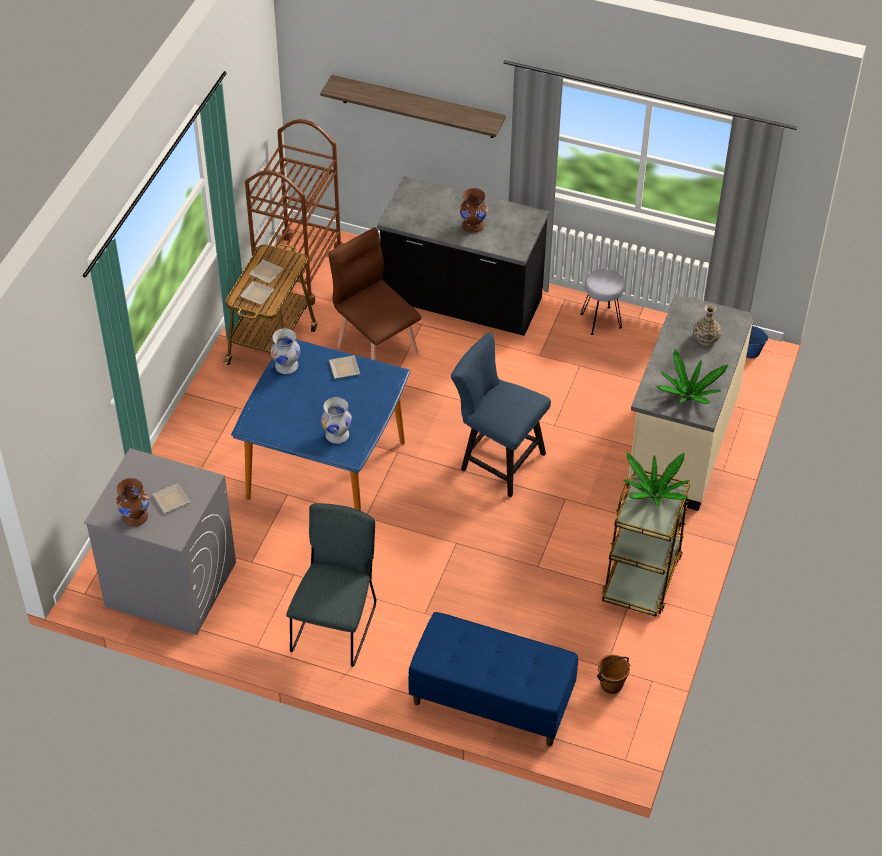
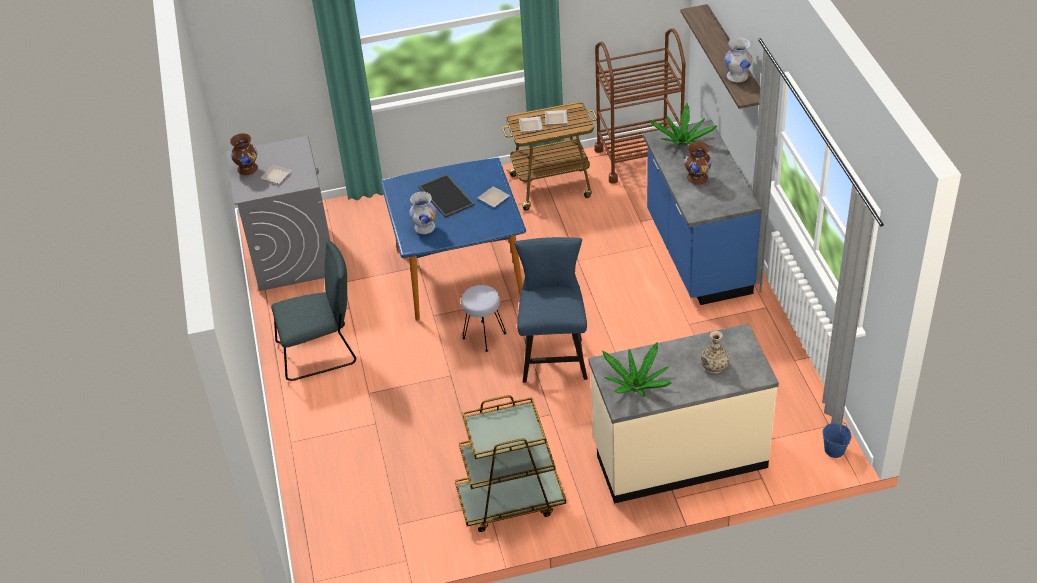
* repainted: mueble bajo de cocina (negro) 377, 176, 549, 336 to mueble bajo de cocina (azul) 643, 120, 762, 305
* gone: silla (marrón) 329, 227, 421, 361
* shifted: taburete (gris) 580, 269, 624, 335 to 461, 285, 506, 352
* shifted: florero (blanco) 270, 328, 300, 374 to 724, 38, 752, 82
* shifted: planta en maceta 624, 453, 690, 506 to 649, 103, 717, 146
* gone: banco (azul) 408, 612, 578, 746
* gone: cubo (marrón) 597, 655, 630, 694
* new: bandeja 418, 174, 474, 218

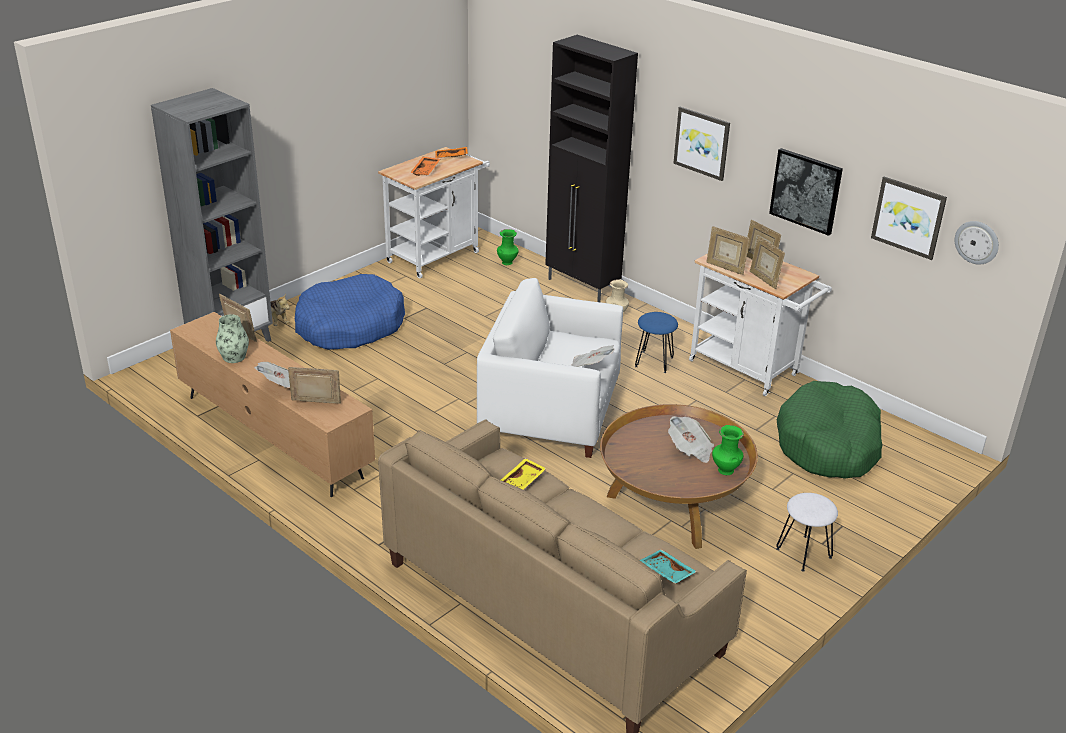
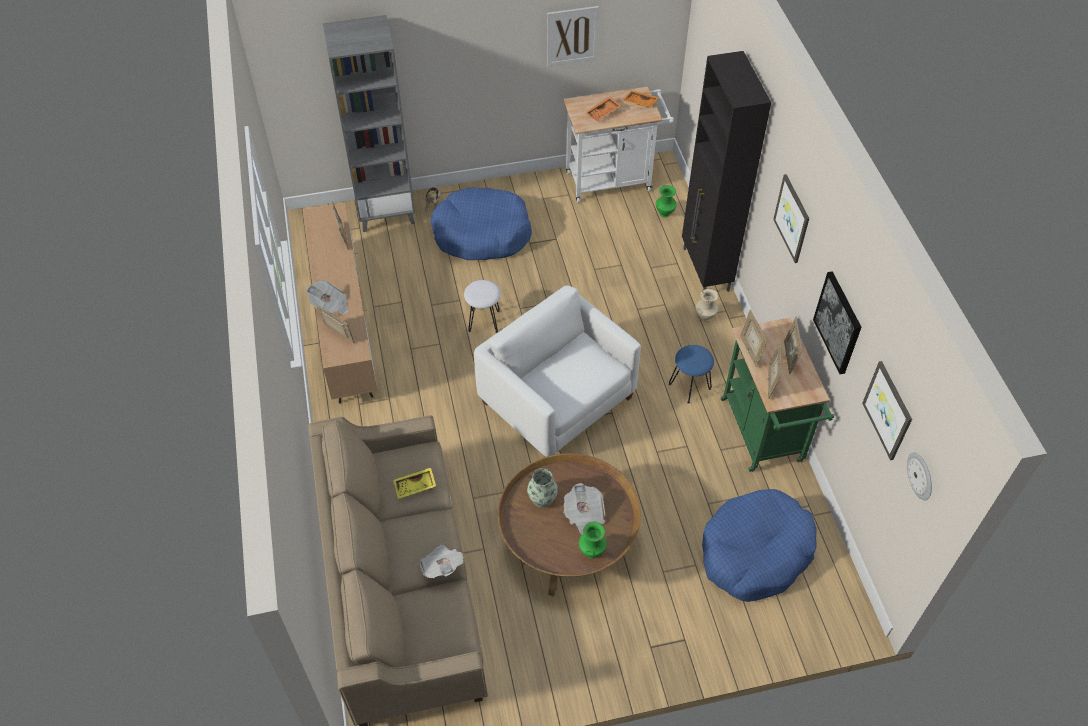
* repainted: carrito (blanco) 689, 253, 832, 396 to carrito (verde) 721, 318, 834, 472
* shifted: florero 216, 314, 249, 363 to 527, 468, 558, 508
* shifted: periódico 571, 345, 615, 367 to 420, 545, 463, 578
* repainted: cama para perro (verde) 777, 381, 882, 479 to cama para perro (azul) 702, 489, 817, 602
* shifted: taburete (blanco) 776, 493, 838, 572 to 464, 280, 501, 333
* gone: bandeja (turquesa) 640, 549, 697, 584
* new: cuadro 547, 6, 599, 67

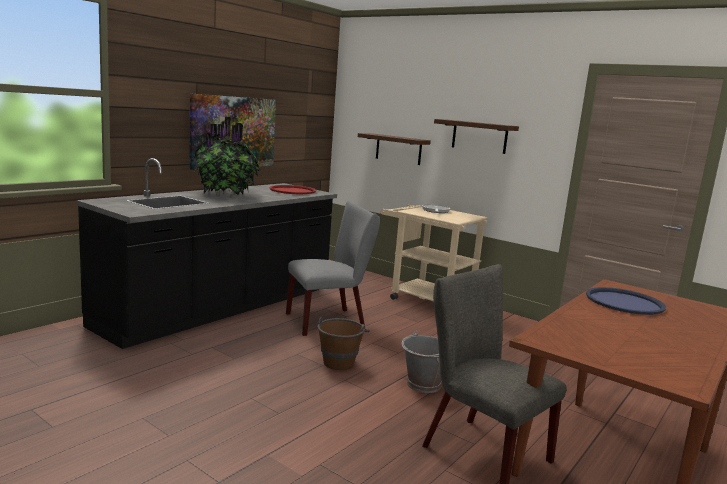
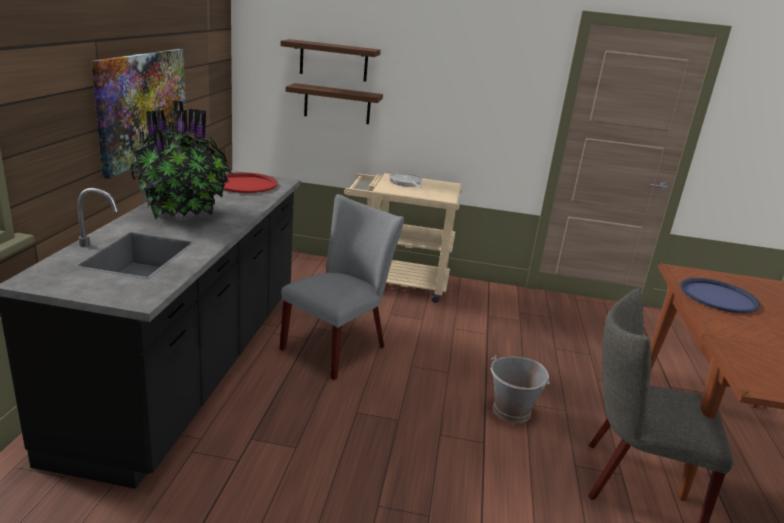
* shifted: estante 434, 119, 519, 154 to 280, 39, 381, 82
* gone: cubo (marrón) 318, 317, 370, 370

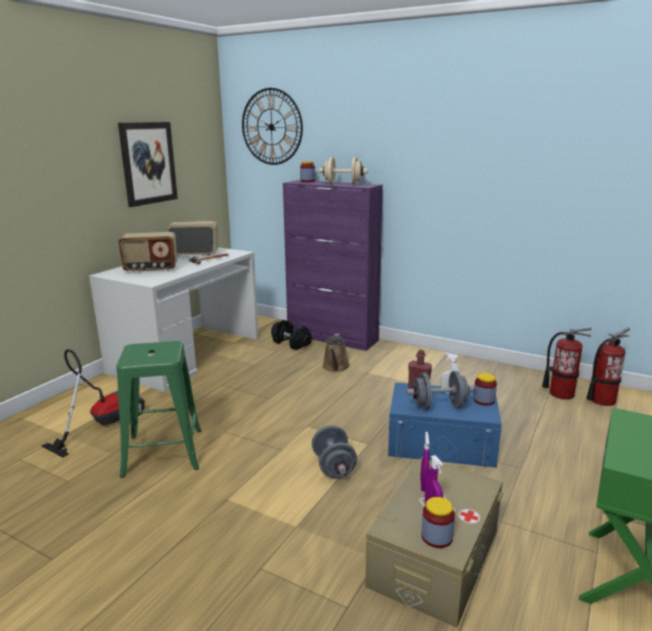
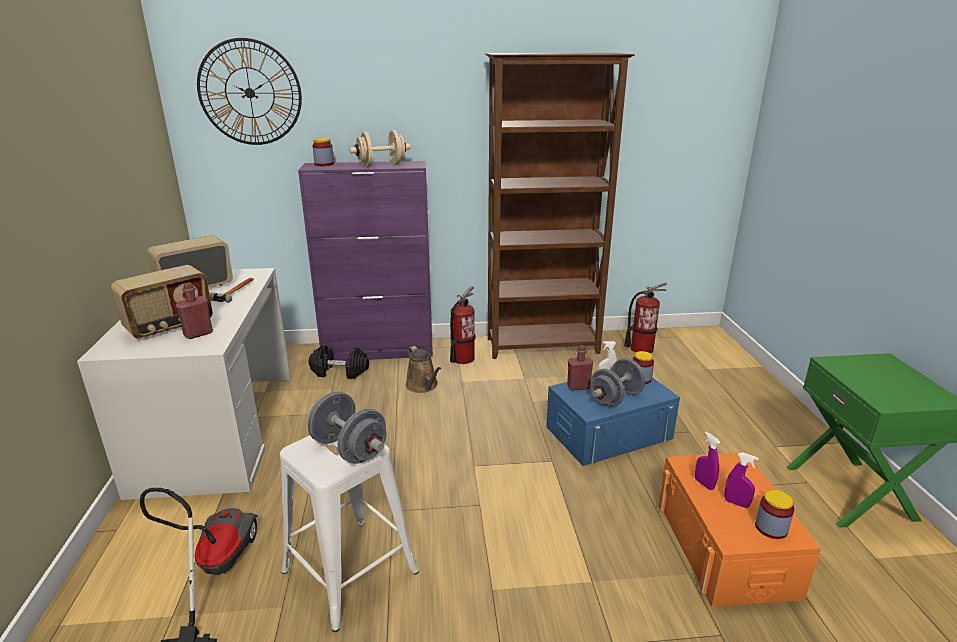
* gone: cuadro 118, 122, 178, 207
* shifted: extintor 586, 327, 630, 406 to 450, 286, 475, 364
* repainted: taburete (verde) 116, 341, 201, 478 to taburete (blanco) 280, 435, 419, 632
* shifted: mancuerna (gris) 312, 425, 357, 478 to 308, 391, 386, 464
* repainted: caja de almacenaje (beis) 365, 457, 504, 628 to caja de almacenaje (naranja) 659, 453, 821, 607
* new: estantería (marrón) 485, 53, 635, 359
* new: botella (rojo) 176, 282, 213, 339

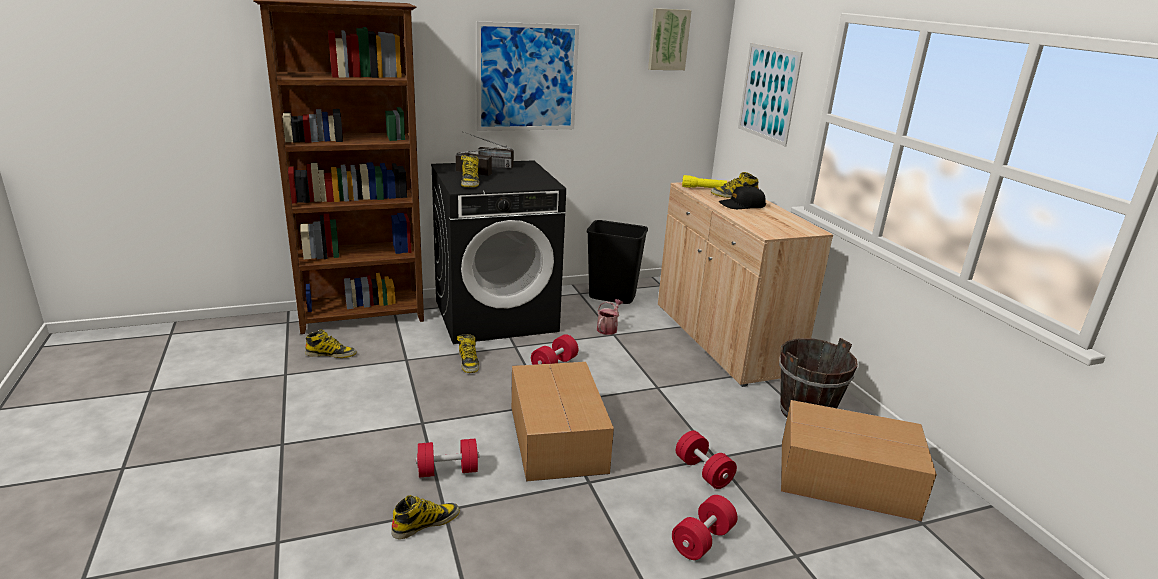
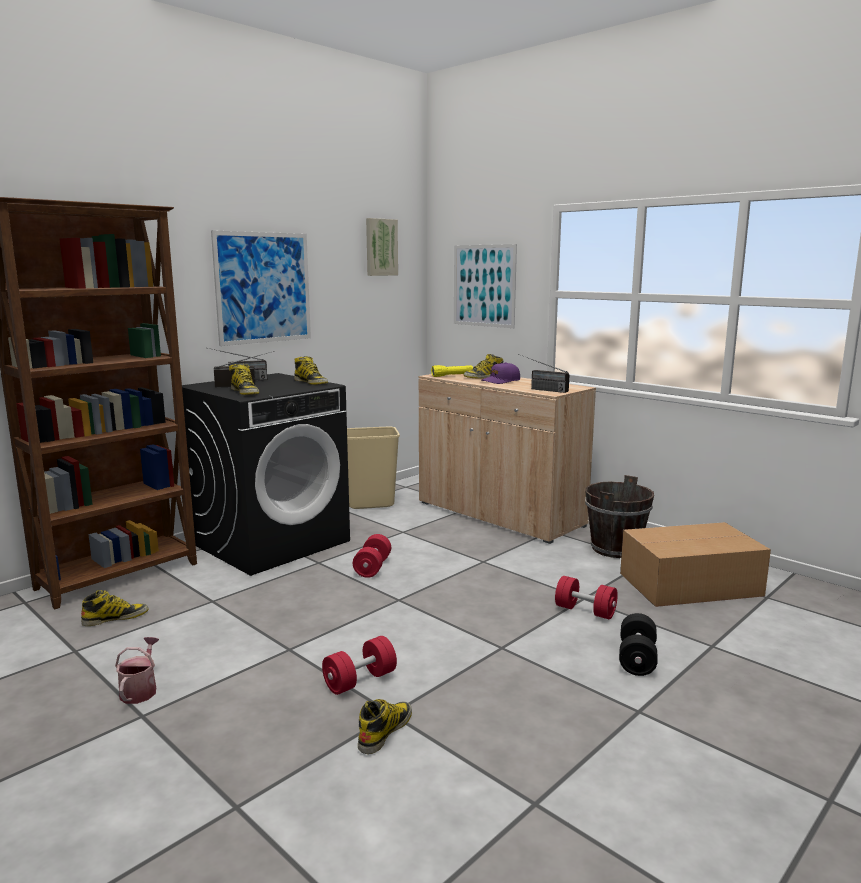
* repainted: gorra (negro) 719, 186, 766, 209 to gorra (morado) 481, 362, 520, 384
* repainted: papelera (negro) 587, 220, 648, 304 to papelera (beis) 347, 427, 400, 509
* shifted: regadera 597, 299, 623, 335 to 115, 637, 159, 704
* shifted: bota 457, 334, 479, 373 to 294, 356, 328, 385
* gone: caja de cartón 511, 362, 614, 482
* repainted: mancuerna (rojo) 672, 495, 738, 560 to mancuerna (negro) 619, 613, 658, 676
* new: radio 518, 354, 570, 393

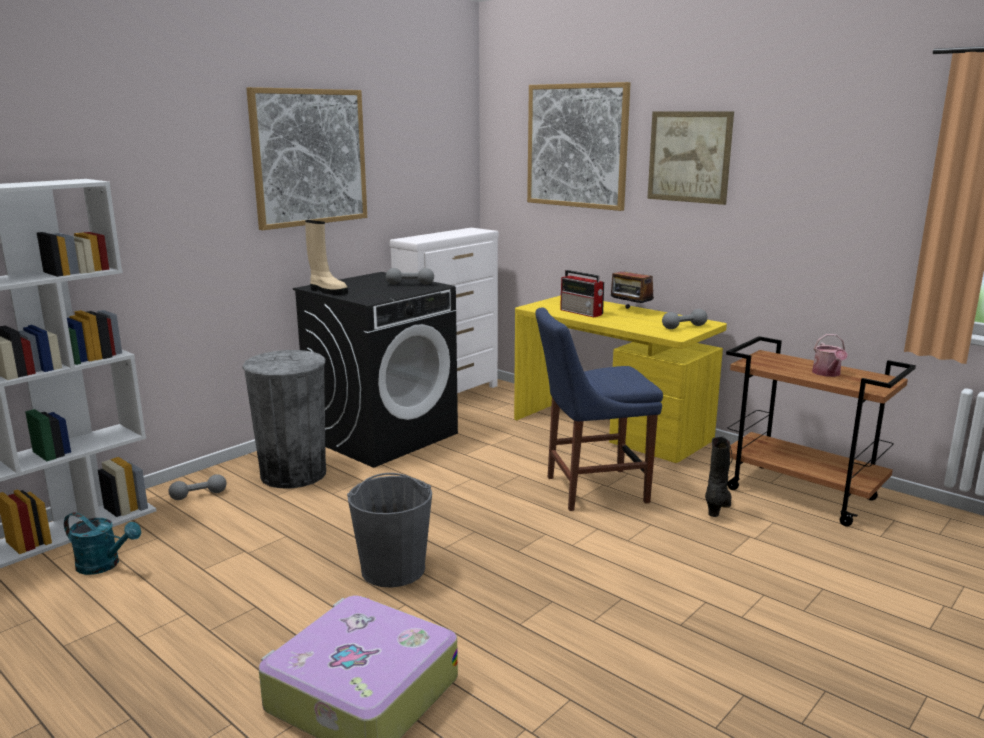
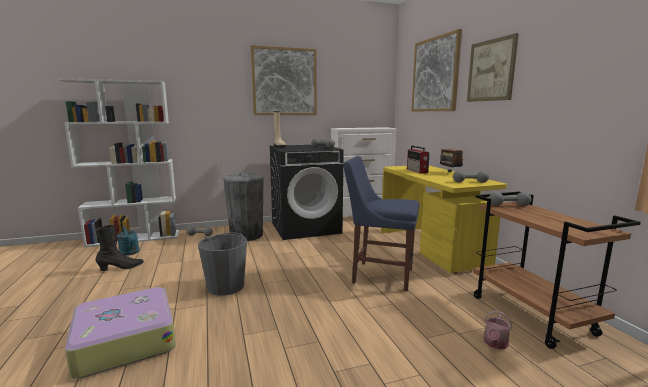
* shifted: regadera 812, 334, 848, 377 to 484, 310, 512, 349
* shifted: bota (negro) 705, 436, 732, 517 to 96, 225, 144, 271
* new: mancuerna (gris) 489, 192, 532, 206

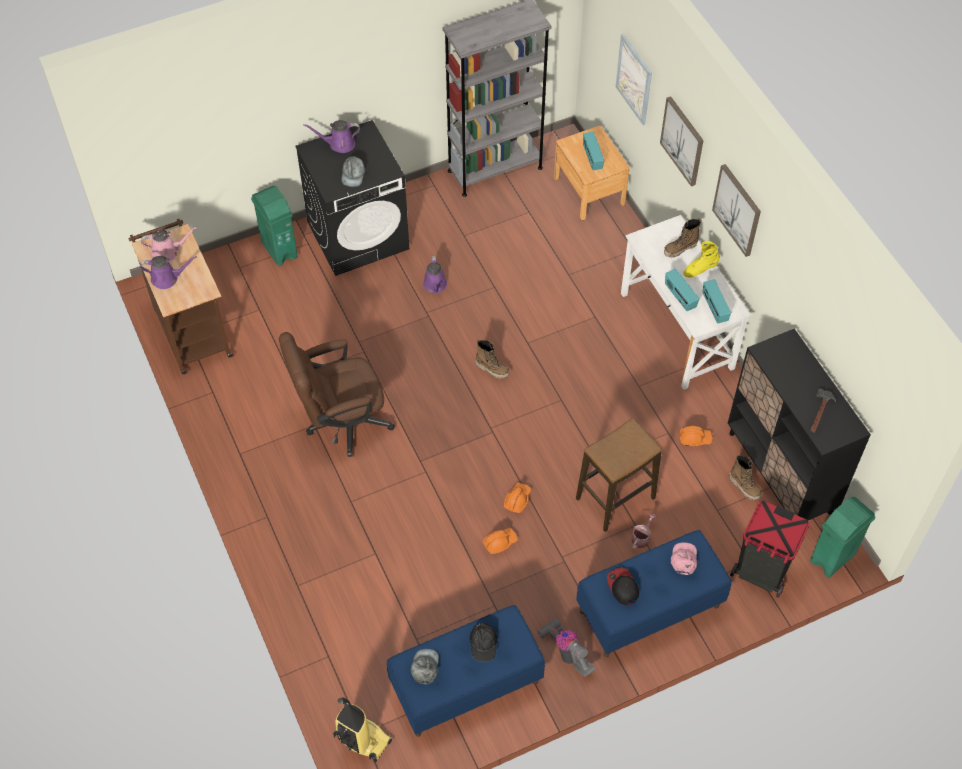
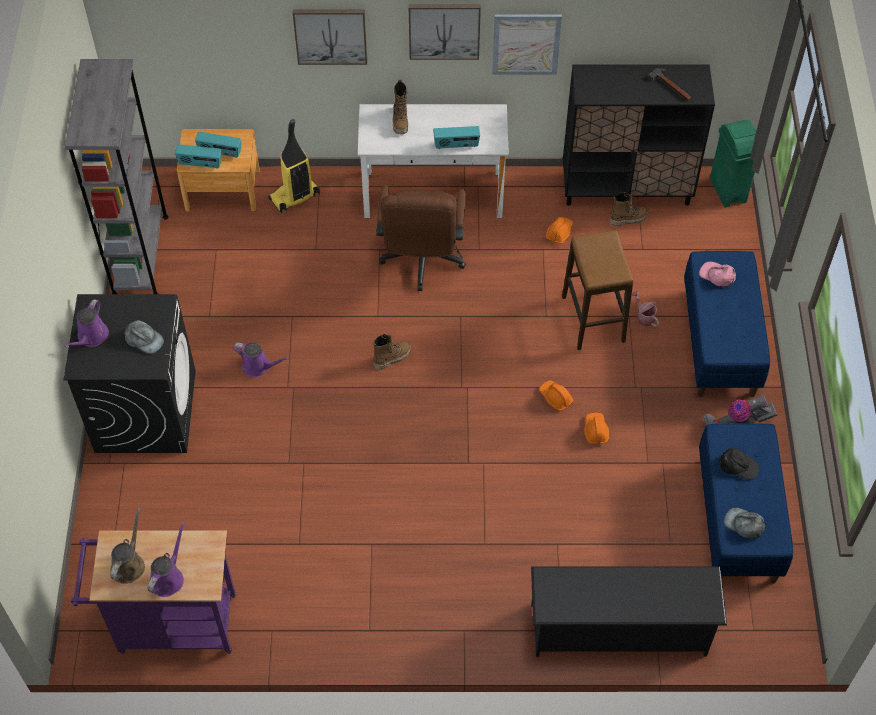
* shifted: cuadro 616, 34, 652, 125 to 492, 15, 562, 75
* gone: papelera (verde) 251, 186, 298, 266
* repainted: carrito (marrón) 129, 219, 234, 375 to carrito (morado) 71, 530, 236, 654
* repainted: regadera (rosa) 141, 227, 198, 262 to regadera (marrón) 111, 507, 145, 584
* gone: bota (amarillo) 683, 241, 720, 277
* shifted: radio 702, 279, 731, 323 to 175, 144, 222, 169
* shifted: silla de oficina (marrón) 279, 332, 395, 457 to 376, 185, 466, 291
* gone: papelera (negro) 730, 501, 810, 598
* gone: gorra 607, 568, 639, 605
* shifted: aspiradora 333, 697, 392, 762 to 268, 119, 320, 213
* new: zapatero (negro) 531, 566, 727, 657

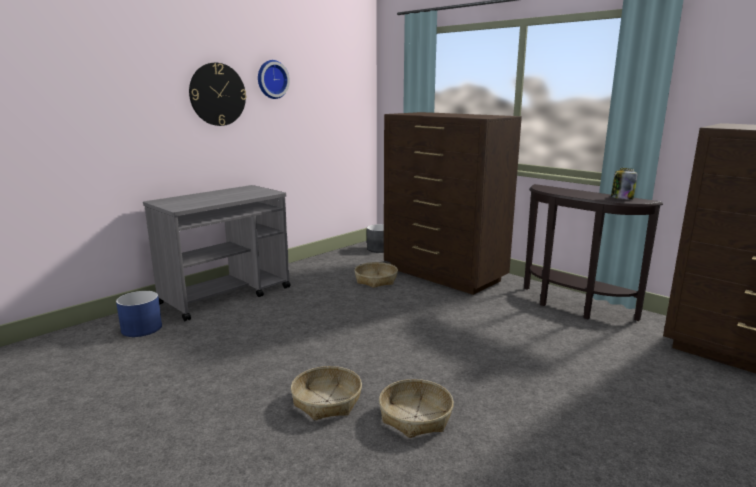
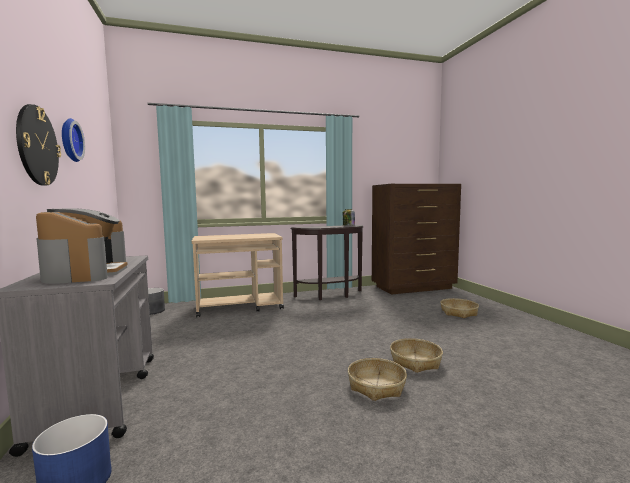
* swapped: cómoda (marrón) 384, 112, 522, 295 to carrito (beis) 192, 233, 284, 317
* shifted: cesta 354, 262, 398, 288 to 440, 298, 479, 318
* new: cafetera 36, 208, 128, 284

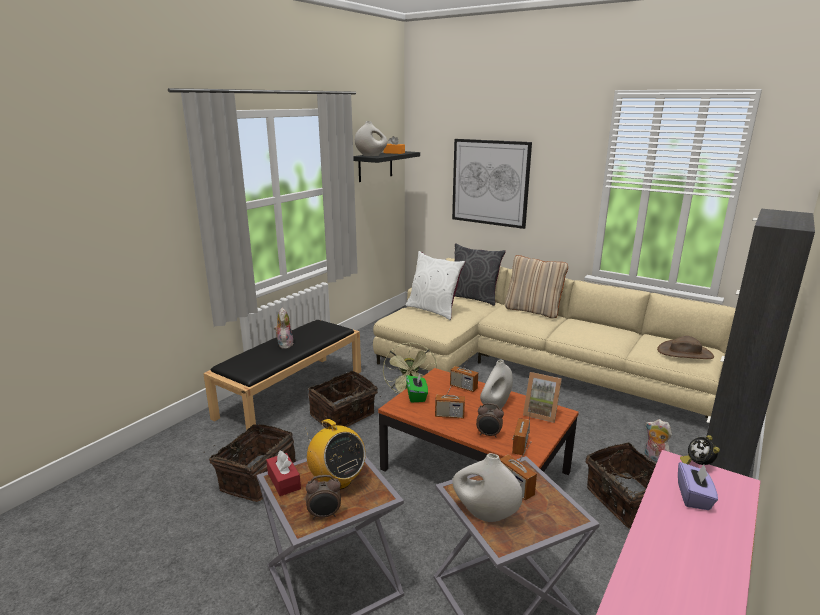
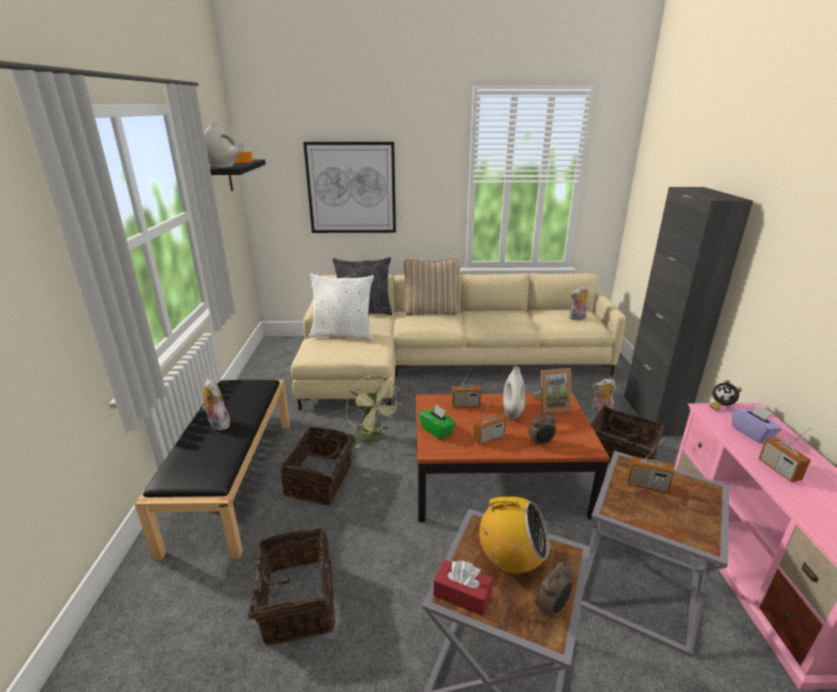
* swapped: sombrero (marrón) 657, 336, 714, 359 to peluche 569, 285, 588, 320
* shifted: radio 512, 410, 531, 455 to 758, 427, 811, 482
* gone: florero (blanco) 452, 453, 523, 522

